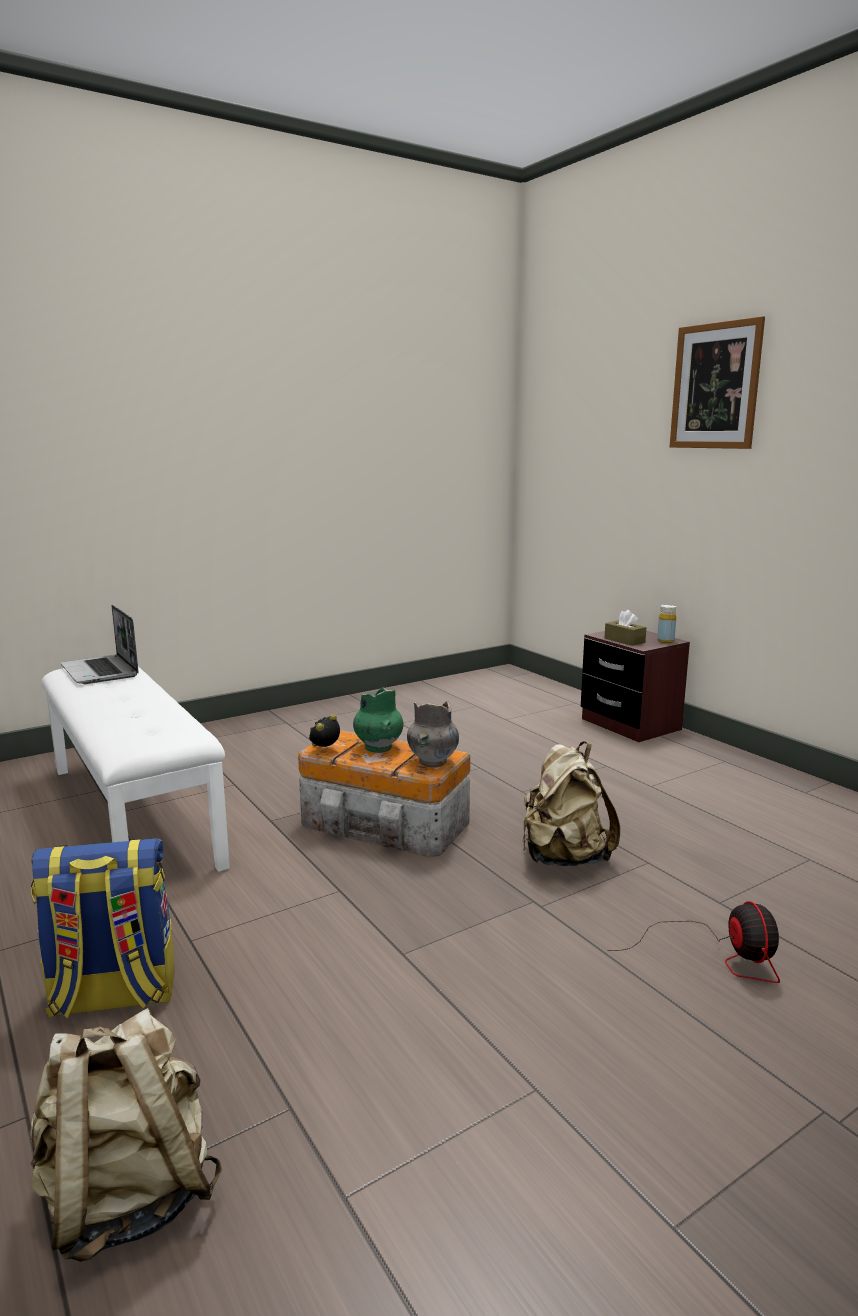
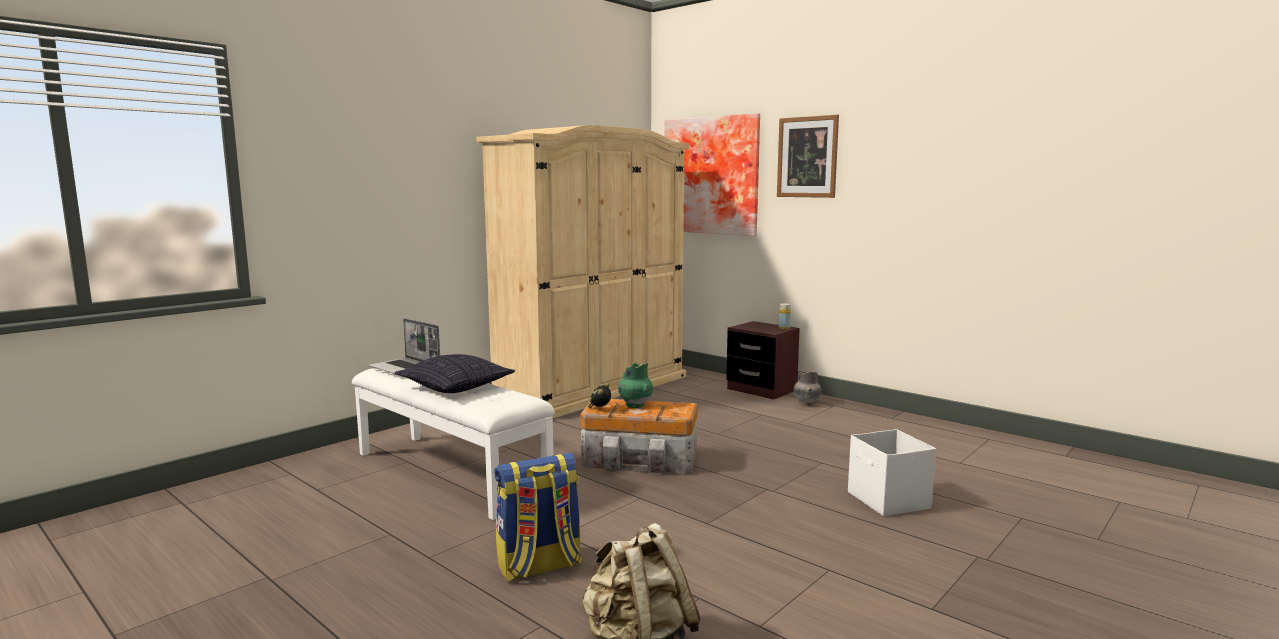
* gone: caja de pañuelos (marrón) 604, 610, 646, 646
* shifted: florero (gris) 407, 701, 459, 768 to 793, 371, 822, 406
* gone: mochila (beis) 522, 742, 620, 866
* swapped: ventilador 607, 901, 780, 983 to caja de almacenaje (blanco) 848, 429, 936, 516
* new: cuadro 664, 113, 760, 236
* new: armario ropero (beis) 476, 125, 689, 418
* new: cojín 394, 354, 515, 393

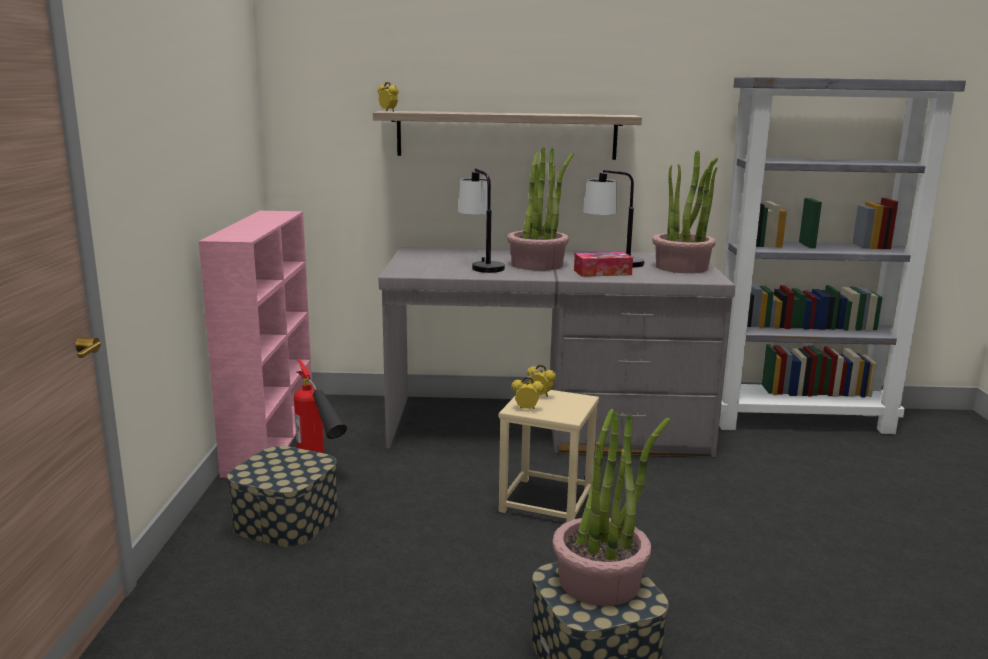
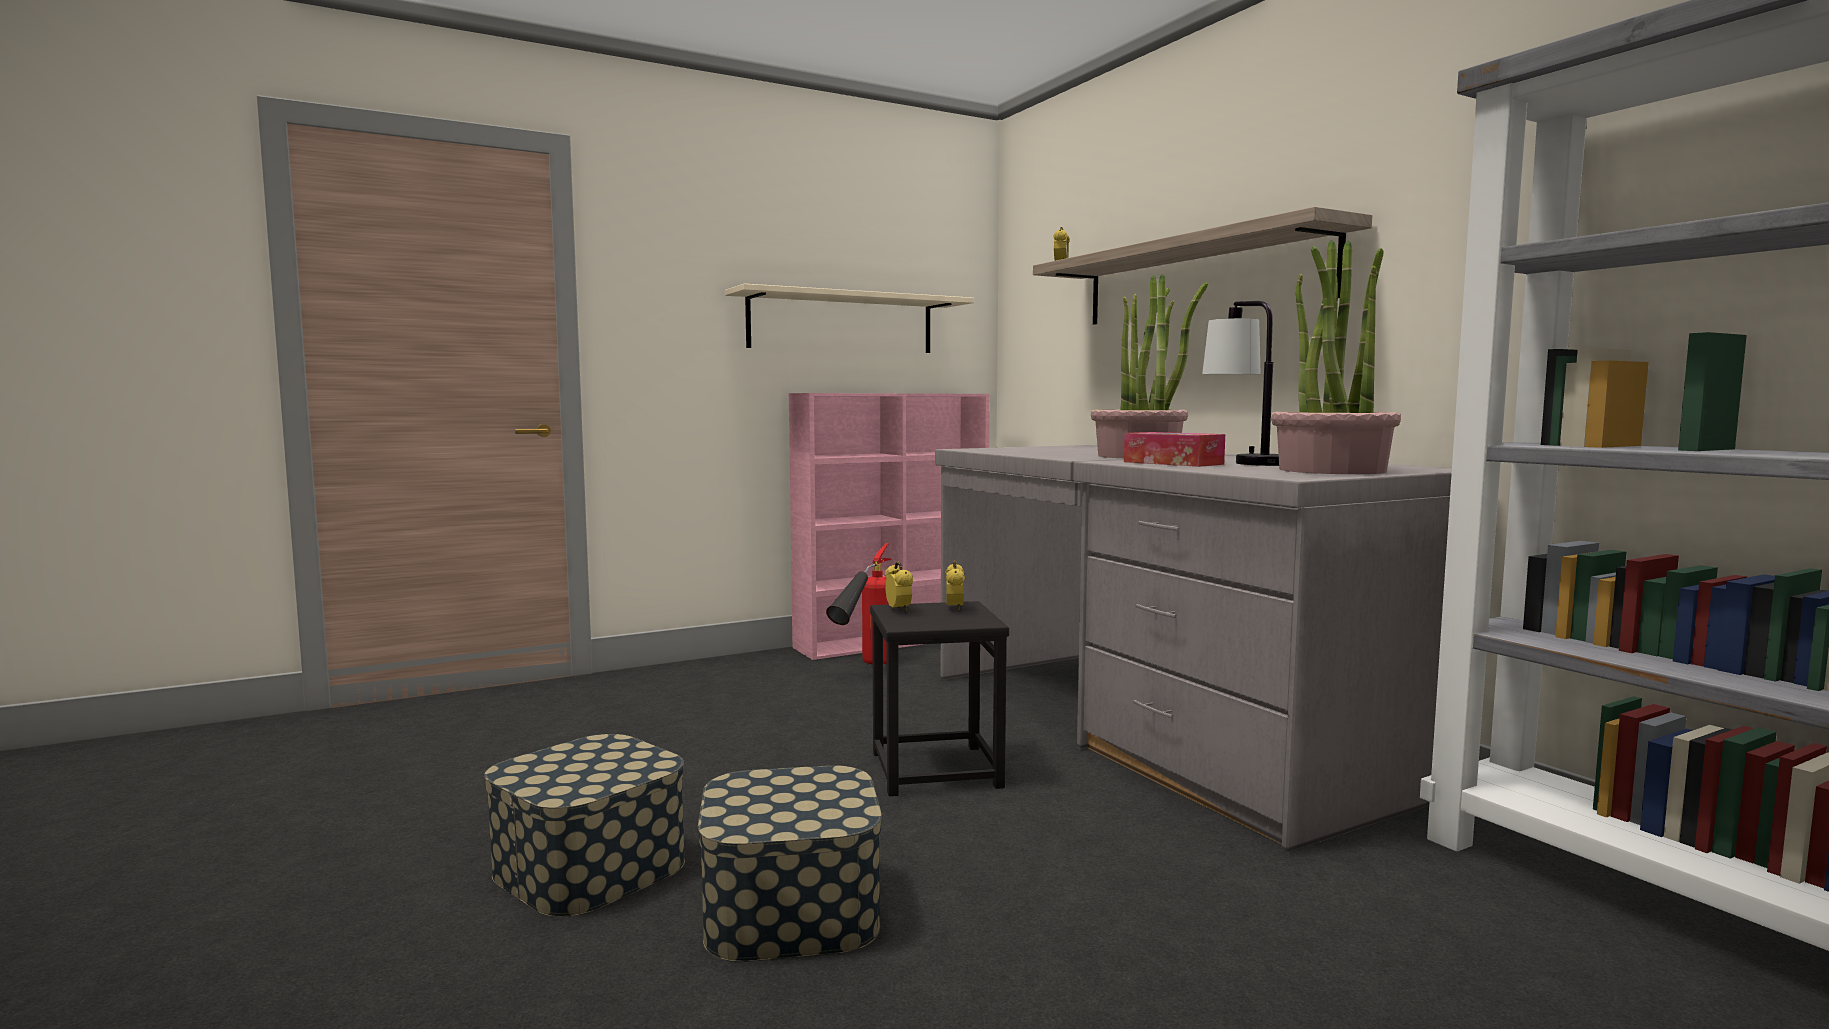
* gone: lámpara de mesa 458, 168, 505, 273
* repainted: taburete (beis) 499, 390, 599, 522 to taburete (negro) 870, 601, 1009, 796
* gone: planta en maceta 553, 409, 670, 606
* shifted: caja de almacenaje 227, 446, 338, 547 to 698, 765, 882, 962
* new: estante (beis) 725, 284, 974, 353

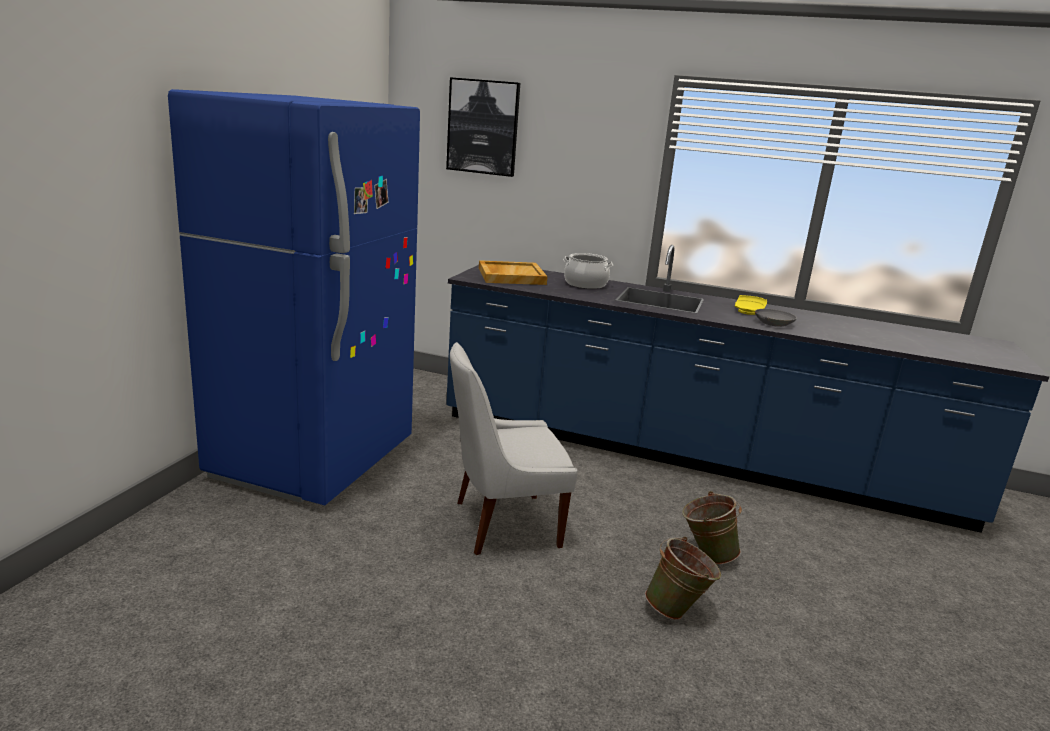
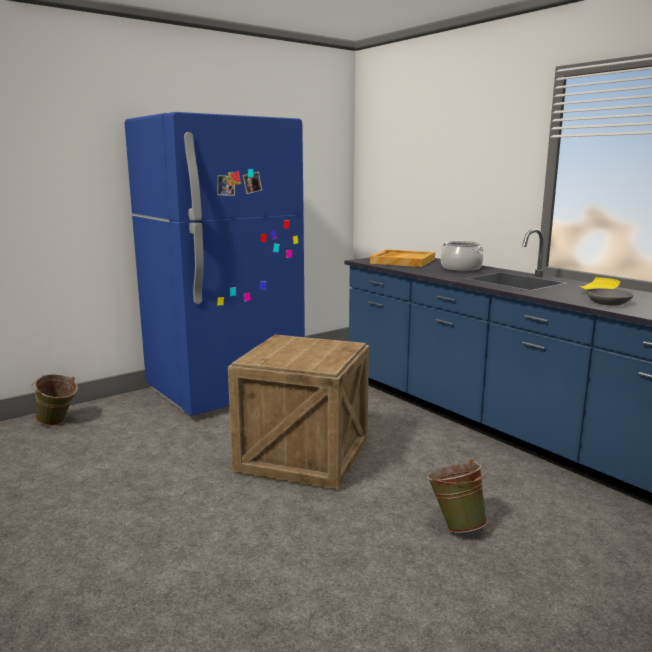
* gone: cuadro 446, 77, 520, 177
* swapped: silla (blanco) 450, 342, 577, 555 to caja de embalaje 228, 335, 369, 490
* shifted: cubo (verde) 645, 536, 721, 620 to 32, 374, 78, 426

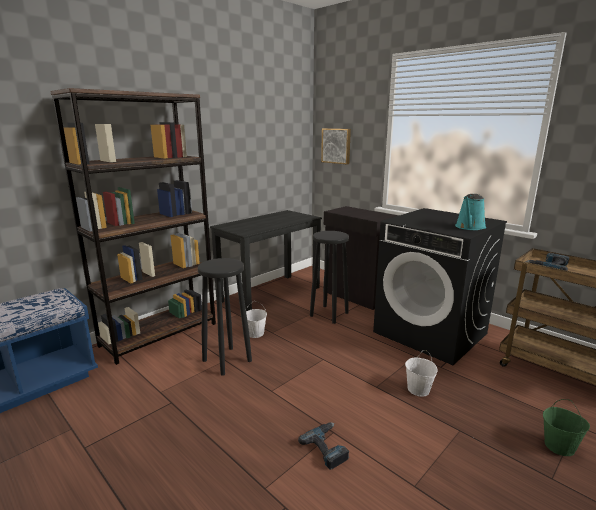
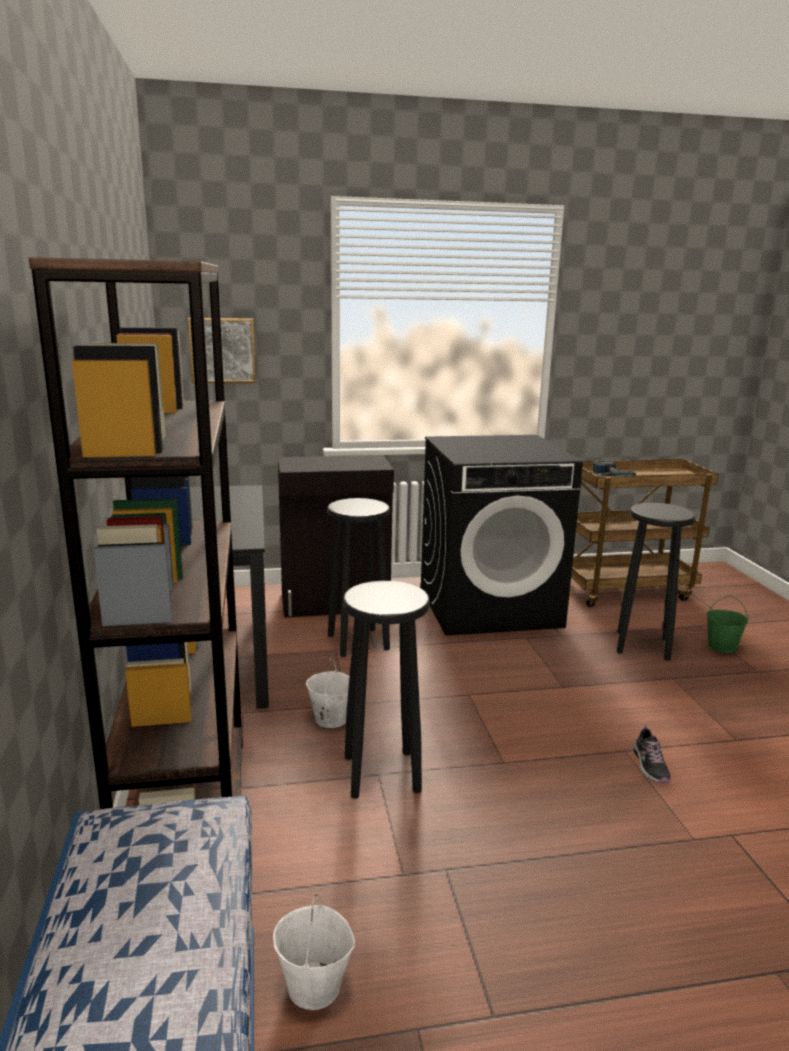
* gone: regadera (turquesa) 455, 194, 486, 230
* shifted: cubo (blanco) 405, 350, 438, 397 to 273, 894, 355, 1010
* swapped: taladro 298, 422, 349, 470 to zapato 633, 725, 671, 783
* new: taburete (negro) 617, 503, 696, 661

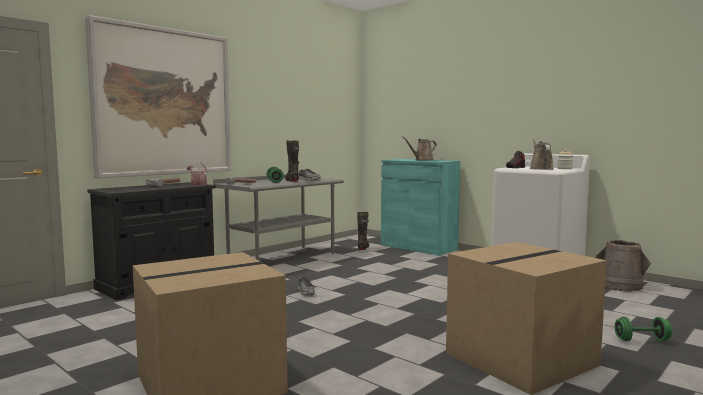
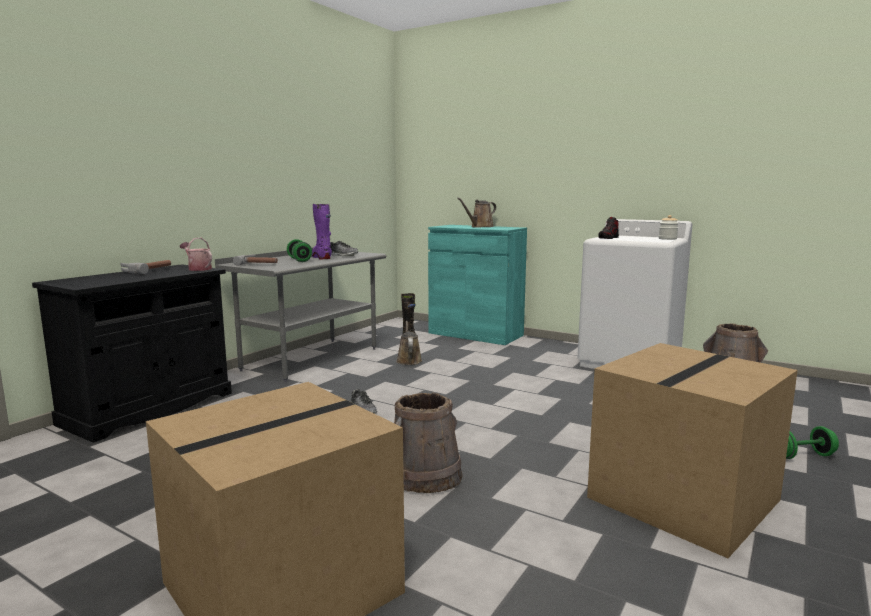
* gone: cuadro 85, 15, 231, 178
* shifted: regadera (marrón) 529, 139, 553, 170 to 396, 321, 422, 365
* repainted: bota (negro) 285, 140, 299, 182 to bota (morado) 312, 204, 332, 260
* new: cubo (marrón) 394, 392, 463, 493

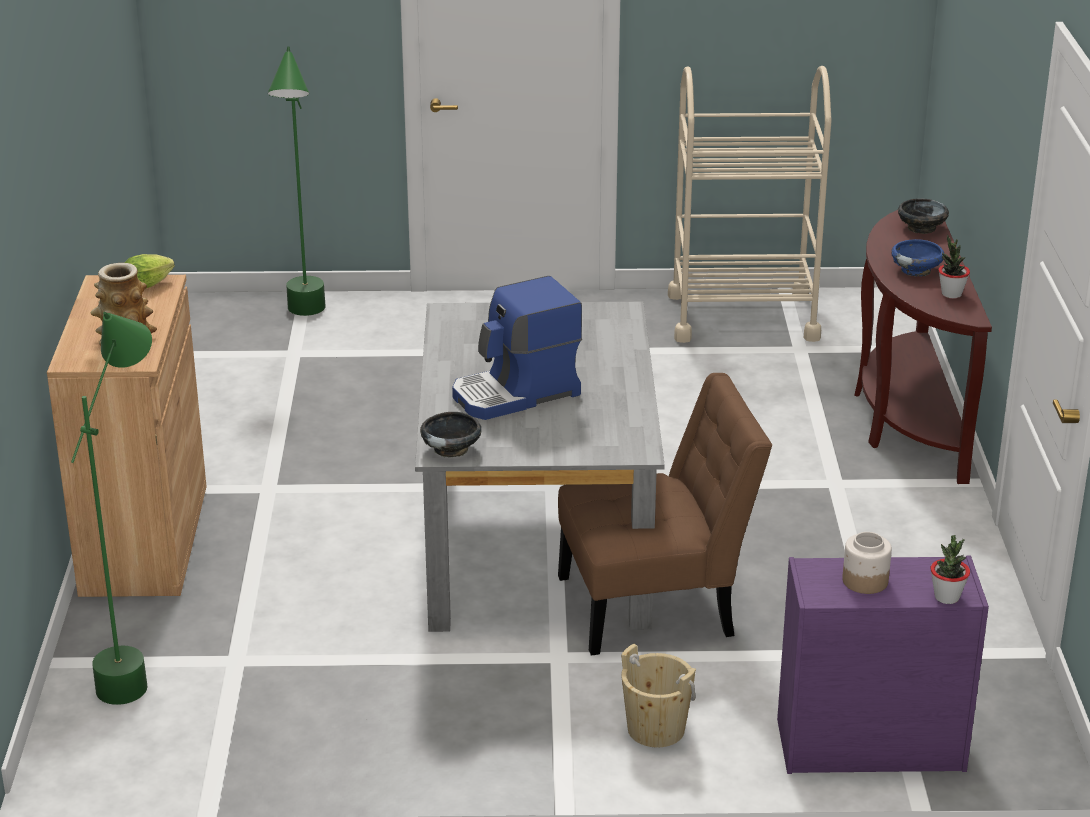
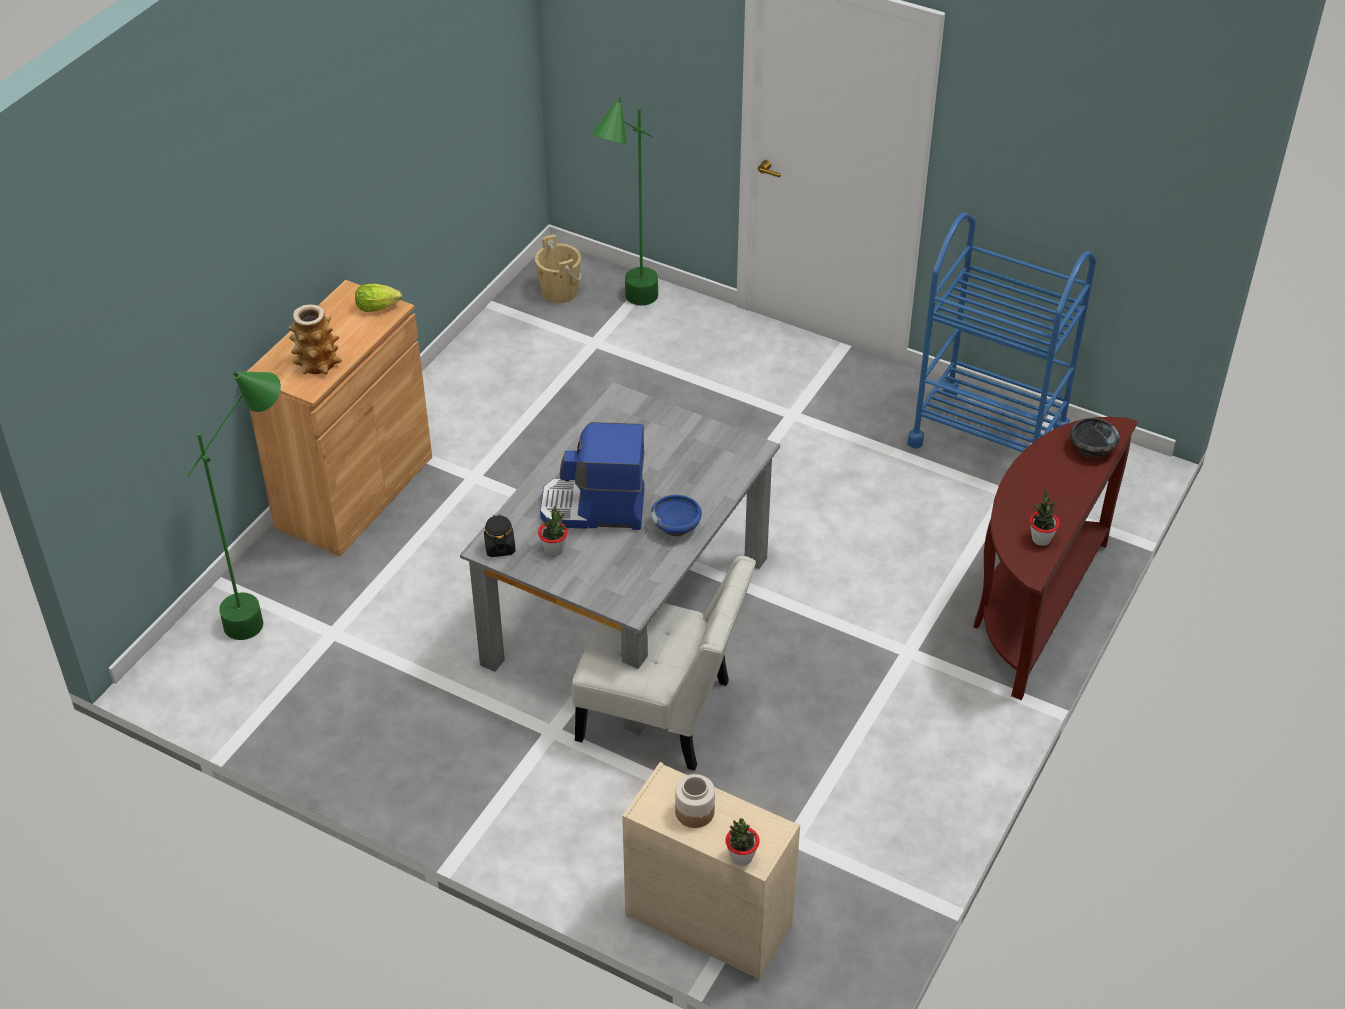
* repainted: carrito (beis) 668, 66, 832, 343 to carrito (azul) 907, 213, 1096, 452
* shifted: cuenco (azul) 891, 239, 944, 277 to 651, 495, 702, 537
* repainted: silla (marrón) 558, 373, 772, 656 to silla (blanco) 572, 556, 756, 771
* swapped: cuenco (negro) 420, 412, 482, 457 to tarro (negro) 484, 514, 516, 557
* repainted: cómoda (morado) 777, 555, 989, 774 to cómoda (beis) 622, 762, 800, 981
* shifted: cubo (beis) 621, 644, 696, 747 to 535, 235, 581, 303
* new: planta en maceta 538, 506, 568, 556

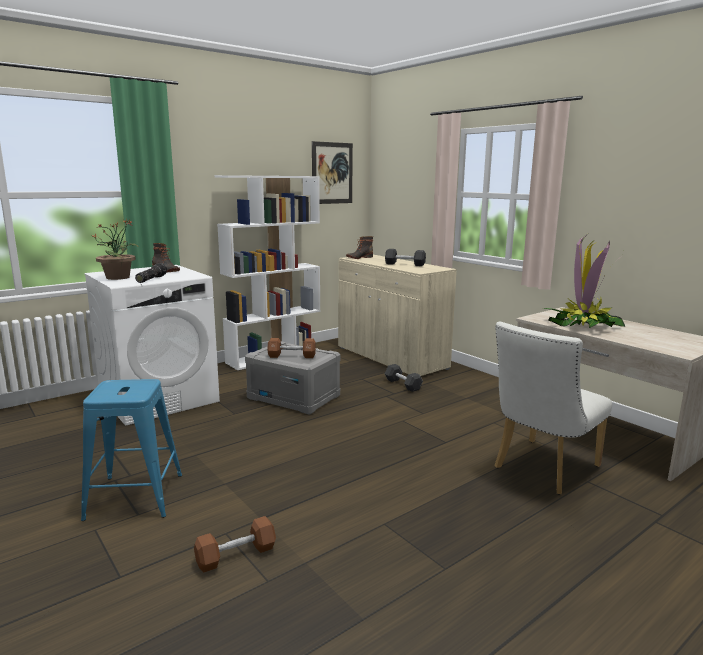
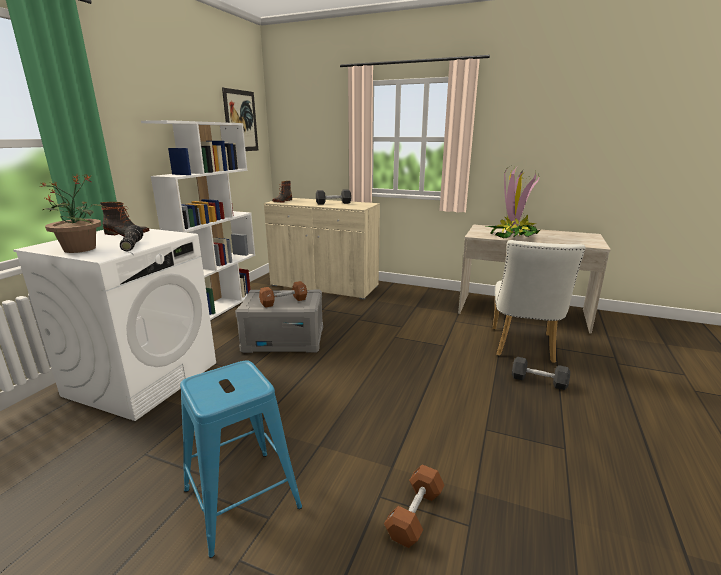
* shifted: mancuerna (negro) 384, 364, 423, 392 to 512, 357, 570, 390

